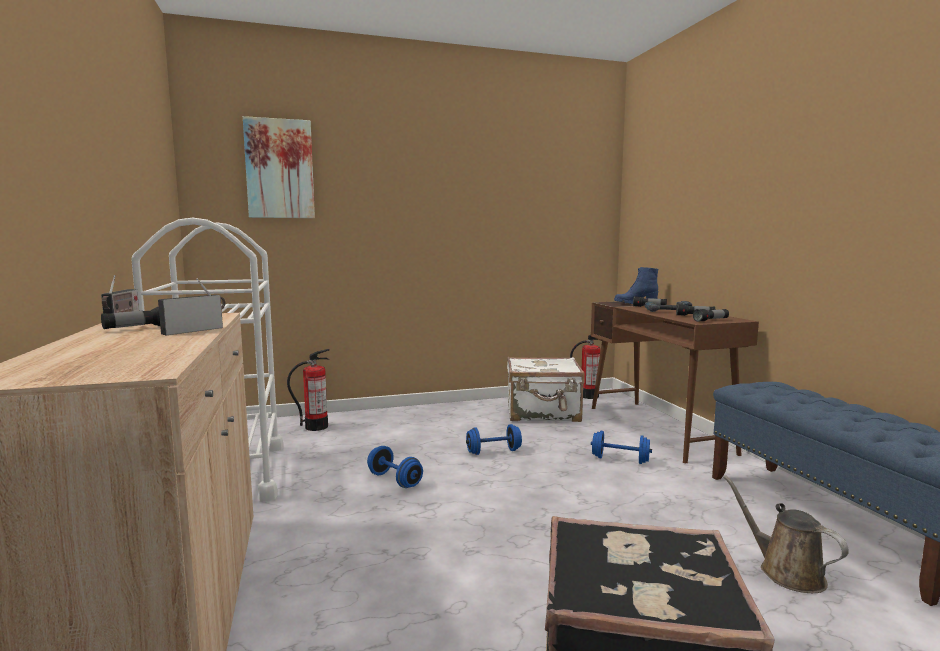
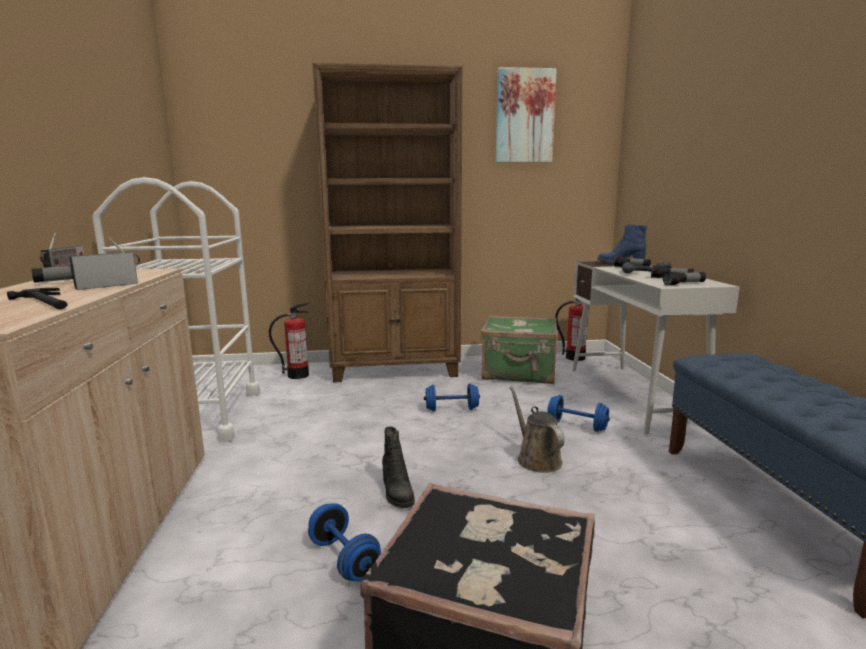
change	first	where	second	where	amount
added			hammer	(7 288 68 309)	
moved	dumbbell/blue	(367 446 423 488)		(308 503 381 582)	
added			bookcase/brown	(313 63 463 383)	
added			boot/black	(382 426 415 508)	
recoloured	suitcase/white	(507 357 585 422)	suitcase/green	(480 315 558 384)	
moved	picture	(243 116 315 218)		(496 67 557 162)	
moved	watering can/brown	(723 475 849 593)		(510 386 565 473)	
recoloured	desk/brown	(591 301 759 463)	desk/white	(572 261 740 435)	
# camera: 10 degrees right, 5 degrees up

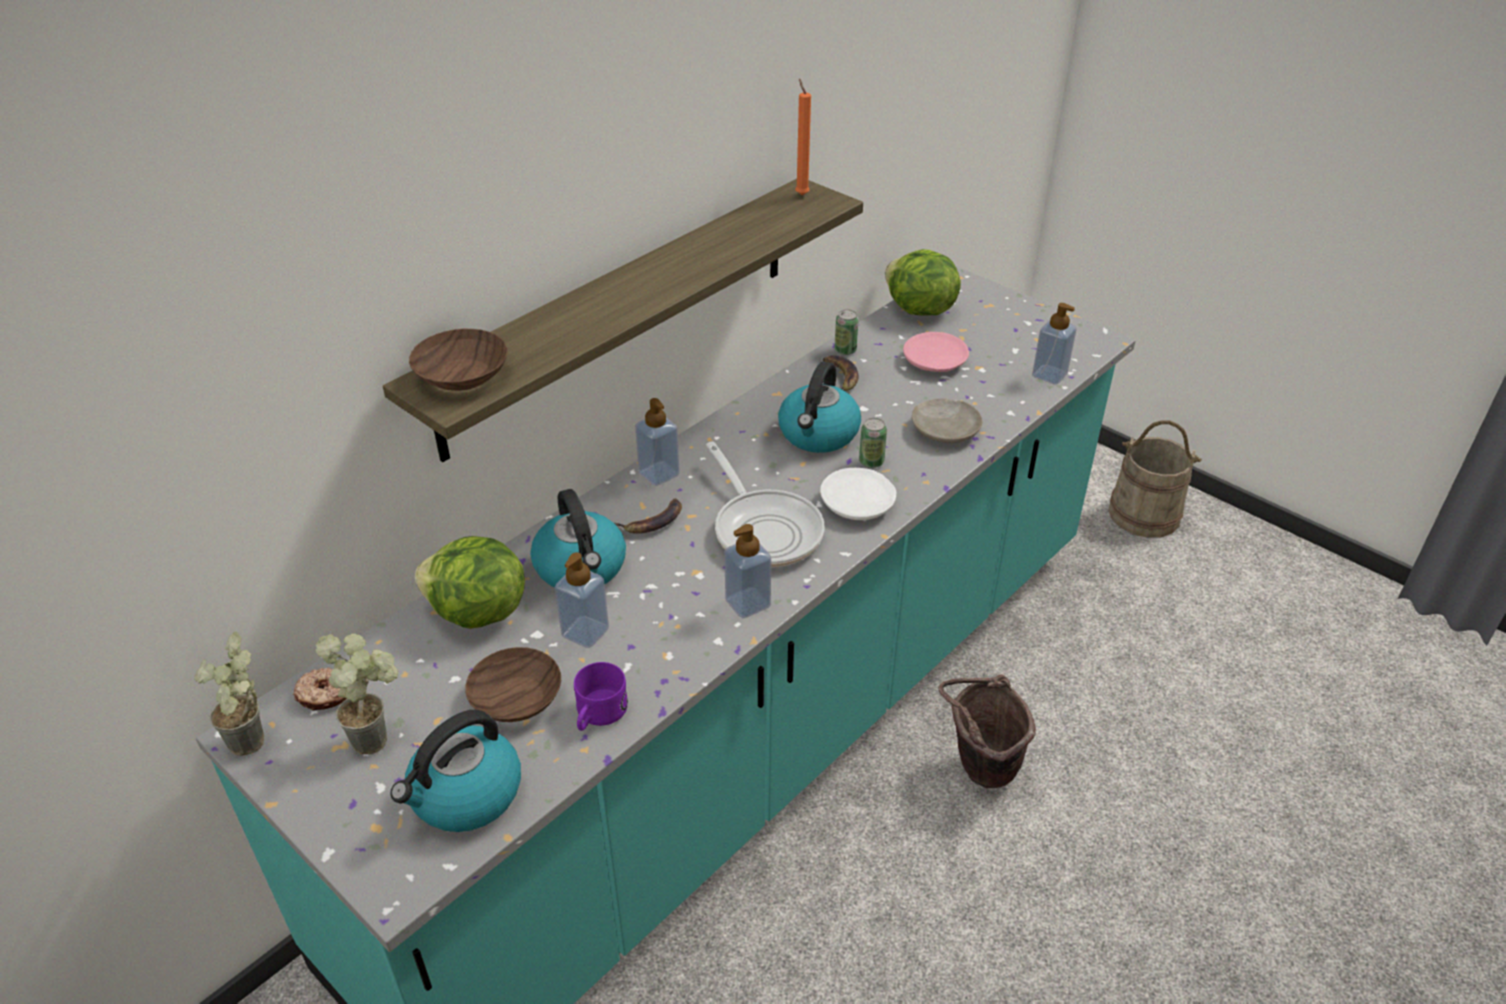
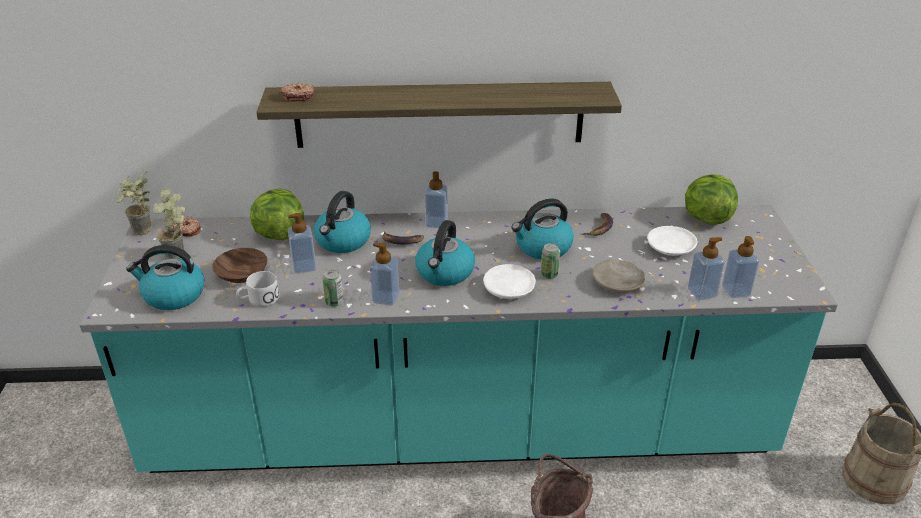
change	first	where	second	where	amount
recoloured	mug/purple	(574 662 628 731)	mug/white	(236 271 279 307)	
replaced	bowl/brown	(409 329 508 391)	donut	(280 82 314 101)	
moved	can	(834 309 859 355)		(323 270 344 307)	
replaced	frying pan	(706 442 825 567)	kettle	(415 220 475 286)	
recoloured	plate/pink	(903 332 969 372)	plate/white	(647 226 697 256)	
added			soap dispenser	(688 237 724 300)	
removed	candle/orange	(795 78 811 195)			
# camera: 45 degrees right, 5 degrees down

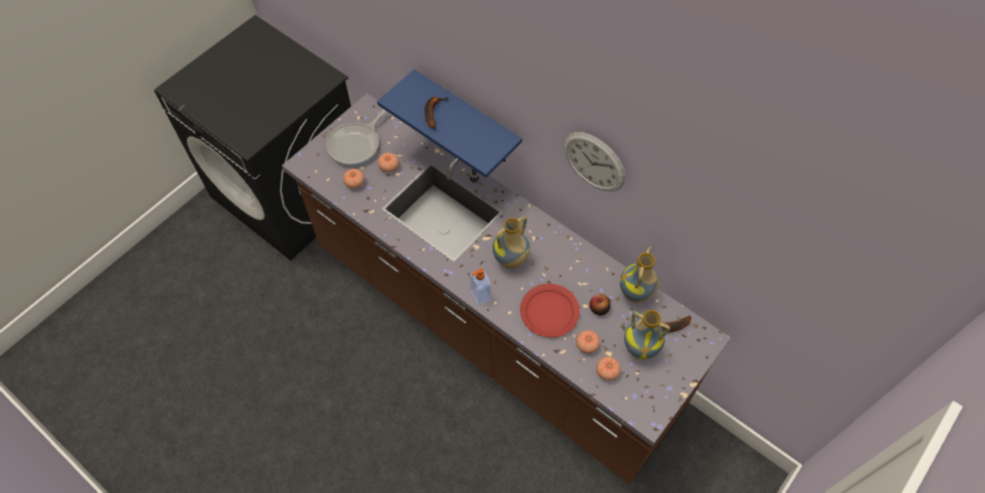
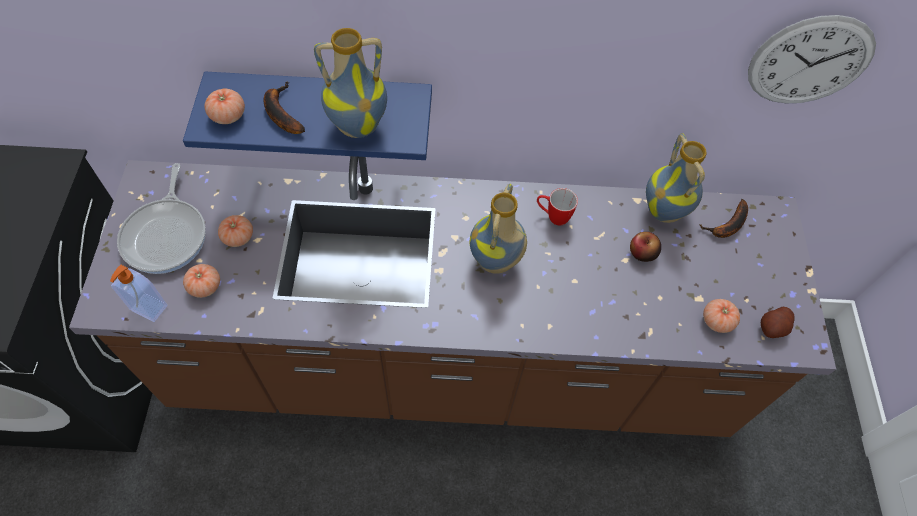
change	first	where	second	where	amount
moved	soap dispenser	(470 268 491 305)		(110 265 167 322)	
moved	tomato	(576 330 600 353)		(205 88 245 124)	
moved	vase	(624 310 670 359)		(314 28 387 138)	
added			mug	(537 188 578 225)	
moved	wall clock	(564 132 625 192)		(748 15 876 103)	
added			potato	(761 307 795 338)	
removed	plate/red	(520 284 580 338)			
# camera: 40 degrees left, 0 degrees up

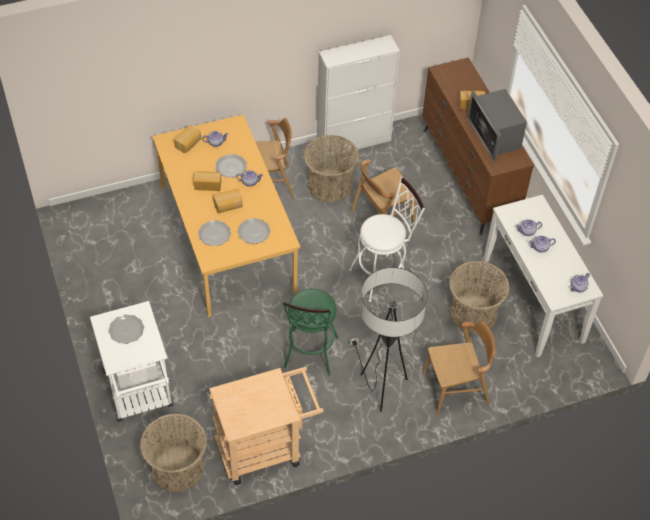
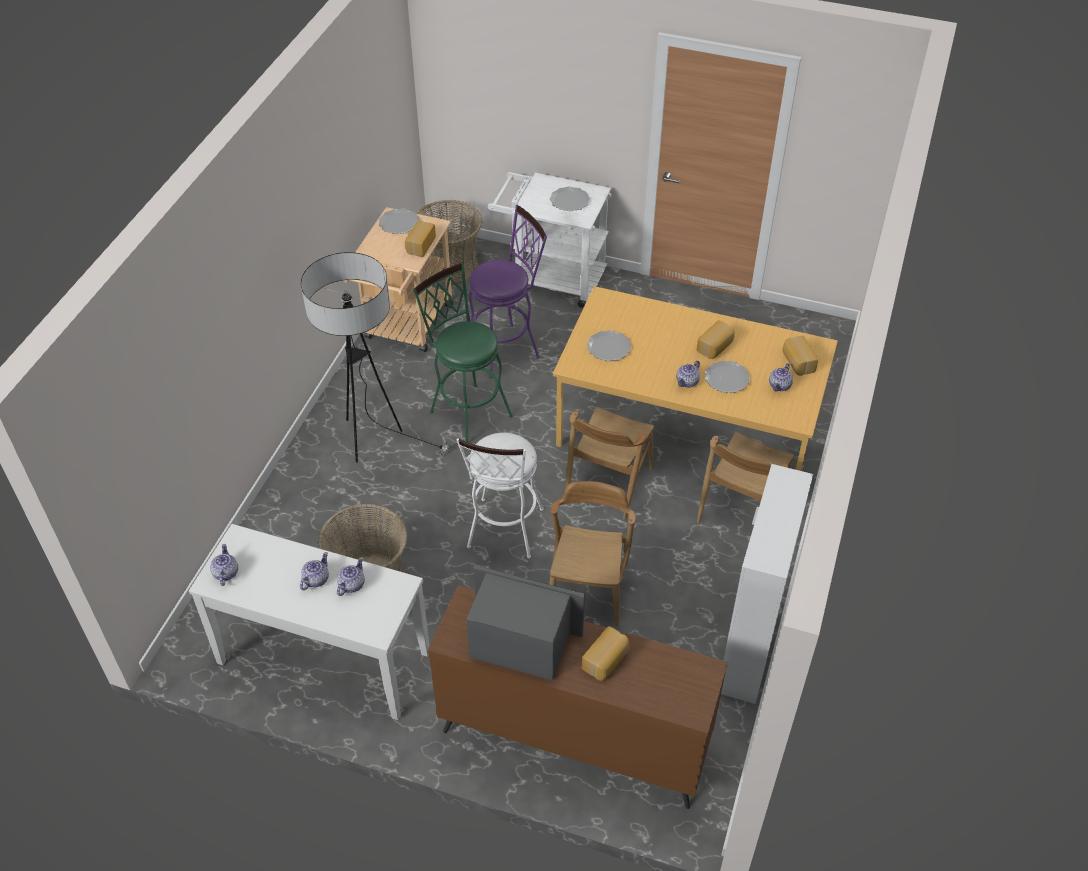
change	first	where	second	where	amount
moved	plate	(198 220 231 246)		(379 209 419 234)	
moved	bread	(213 189 242 213)		(405 221 436 257)	
added			stool/purple	(469 205 547 378)	
moved	chair/brown	(422 321 496 415)		(566 407 654 520)	
removed	basket	(304 135 359 203)			
# camera: 130 degrees right, 5 degrees down

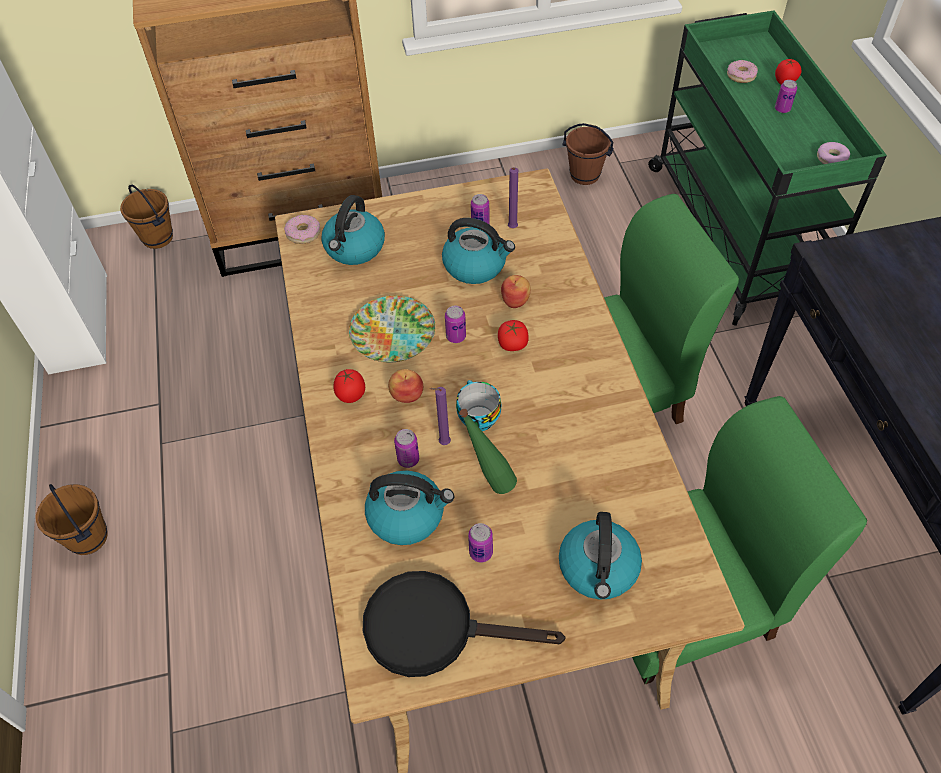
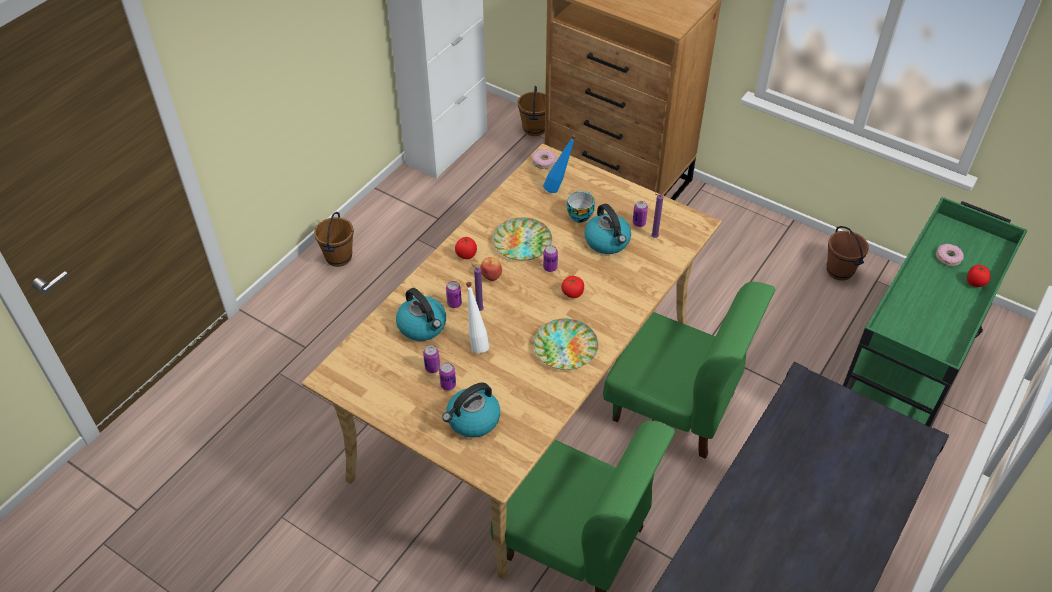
change	first	where	second	where	amount
moved	can	(775 80 797 113)		(439 362 456 391)	
recoloured	bottle/green	(459 409 517 494)	bottle/white	(466 282 489 353)	
added			plate	(533 319 598 370)	
replaced	kettle	(321 195 385 265)	bottle/blue	(543 134 576 193)	
moved	cup	(456 380 502 431)		(567 191 595 223)	
removed	frying pan/black	(363 571 566 677)			
removed	apple	(501 275 531 308)			
removed	donut	(817 142 850 164)			
# camera: 45 degrees right, 5 degrees down

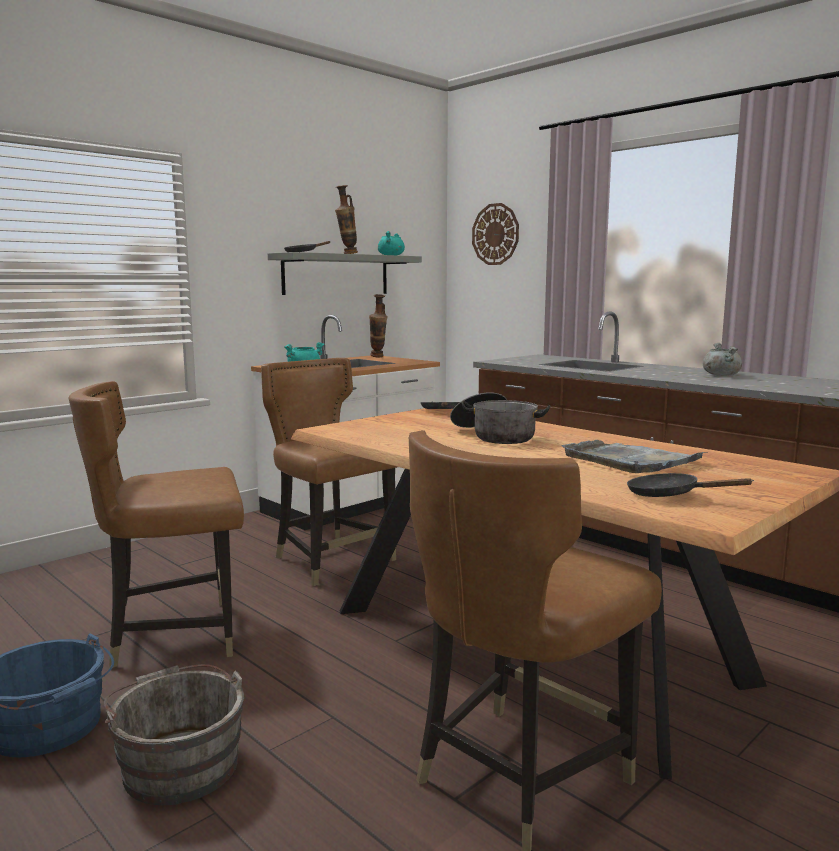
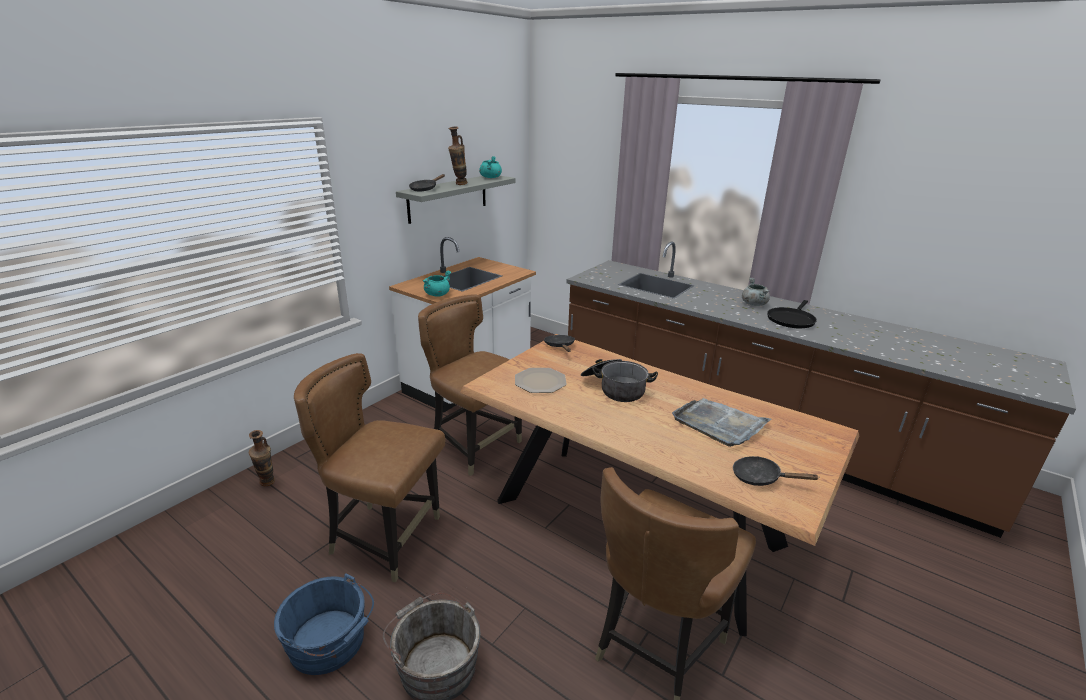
change	first	where	second	where	amount
moved	vase	(369 294 388 357)		(249 430 275 486)	
turned	chair/brown	(69 381 244 668)		(294 353 445 582)	45 degrees clockwise
added			plate	(515 368 567 393)	
added			frying pan/black	(767 300 817 328)	
removed	wall clock	(472 203 519 265)			
# camera: 10 degrees left, 15 degrees up

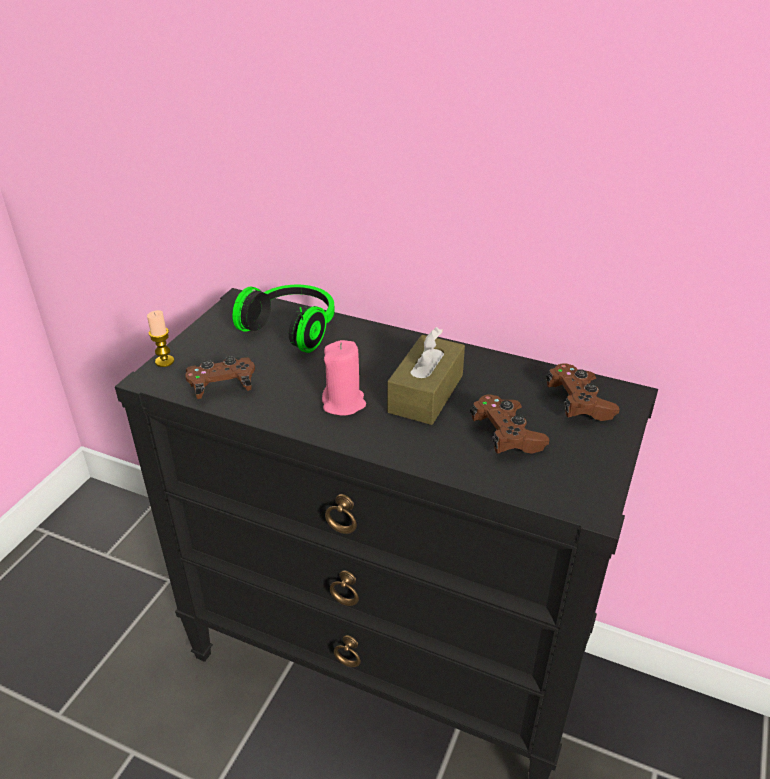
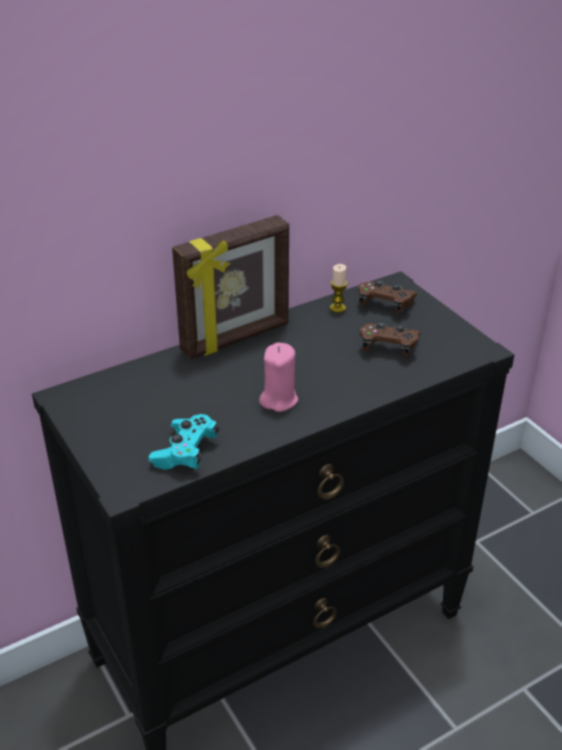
change	first	where	second	where	amount
recoloured	game controller/brown	(185 357 255 399)	game controller/turquoise	(149 414 219 470)	
added			picture frame	(172 215 289 359)	
moved	candle	(147 310 174 367)		(330 264 347 313)	
removed	headphones	(232 285 335 353)			
removed	tissue box/brown	(387 327 465 425)			
# camera: 55 degrees left, 0 degrees up

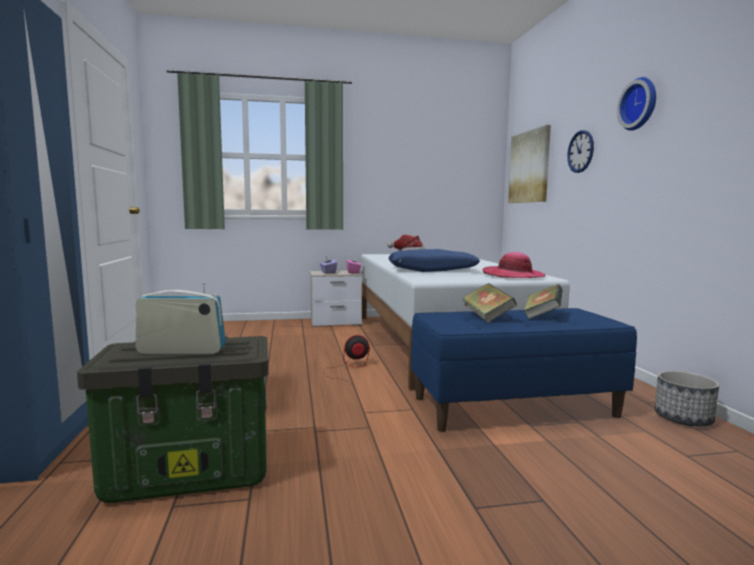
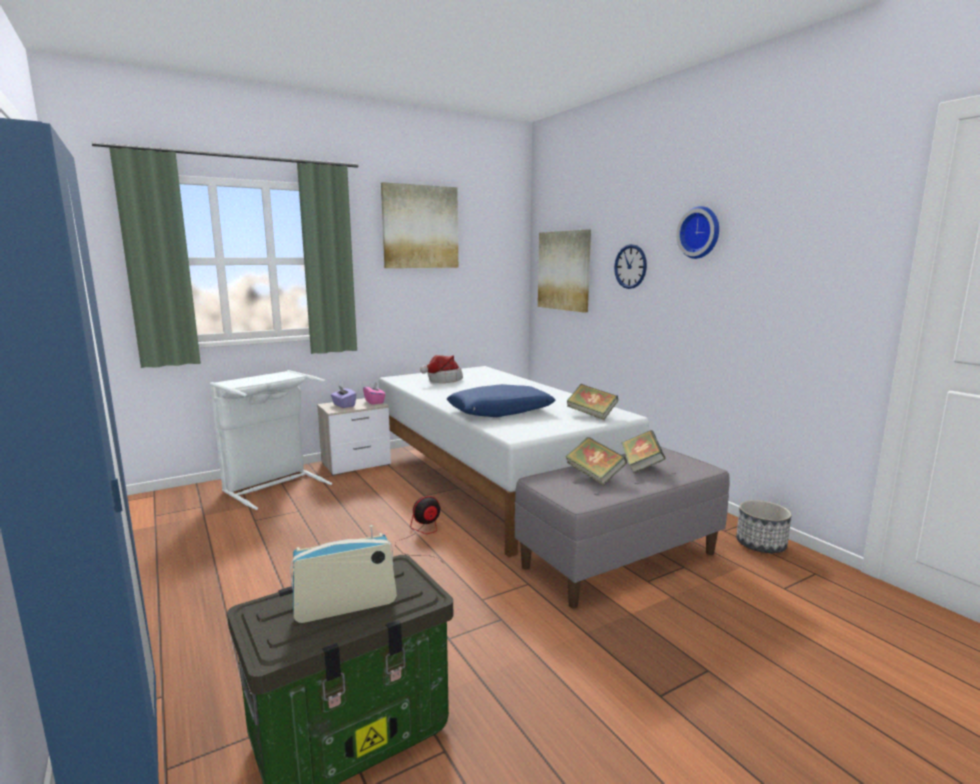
change	first	where	second	where	amount
added			laundry basket/white	(210 370 332 510)	
added			picture	(381 182 458 268)	
recoloured	bench/blue	(411 308 637 432)	bench/grey	(515 446 730 609)	
replaced	hat	(482 252 545 278)	book	(567 384 618 420)	
# camera: 20 degrees left, 5 degrees up

